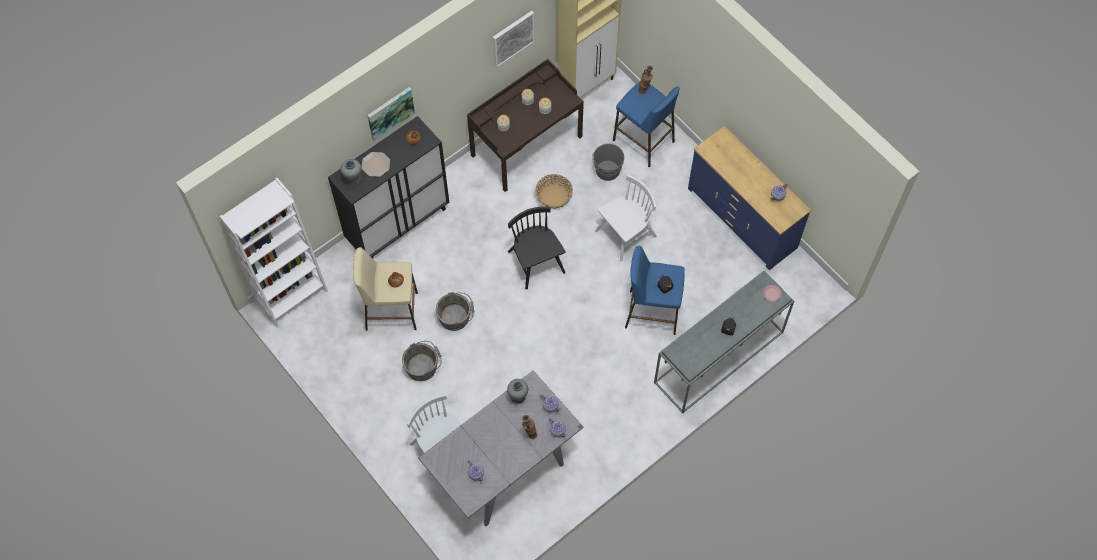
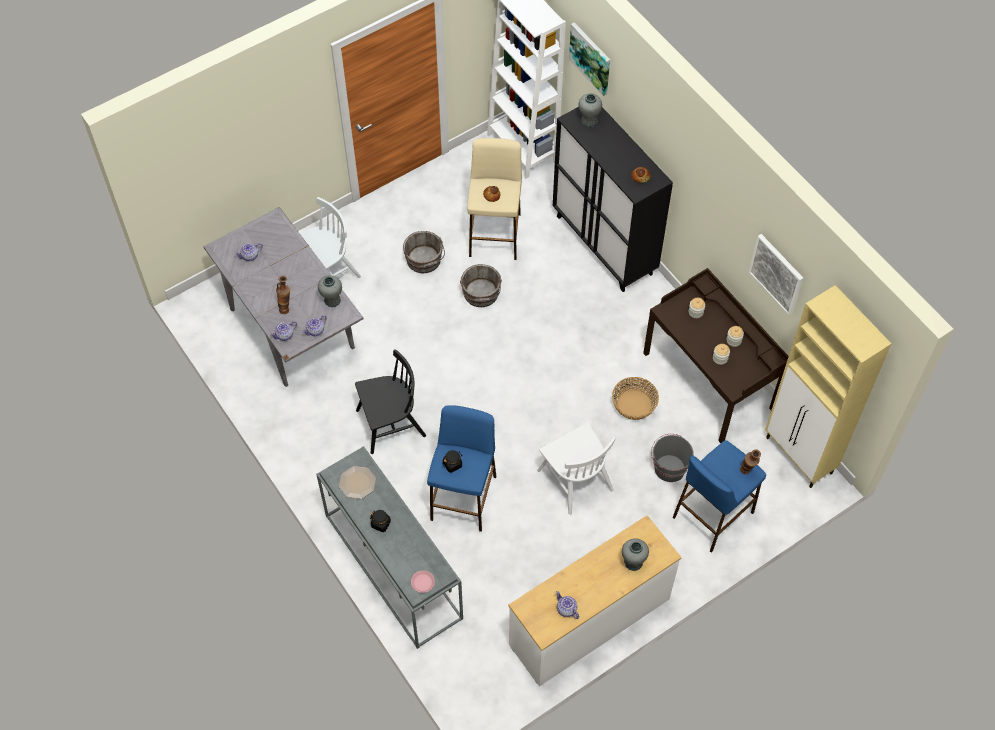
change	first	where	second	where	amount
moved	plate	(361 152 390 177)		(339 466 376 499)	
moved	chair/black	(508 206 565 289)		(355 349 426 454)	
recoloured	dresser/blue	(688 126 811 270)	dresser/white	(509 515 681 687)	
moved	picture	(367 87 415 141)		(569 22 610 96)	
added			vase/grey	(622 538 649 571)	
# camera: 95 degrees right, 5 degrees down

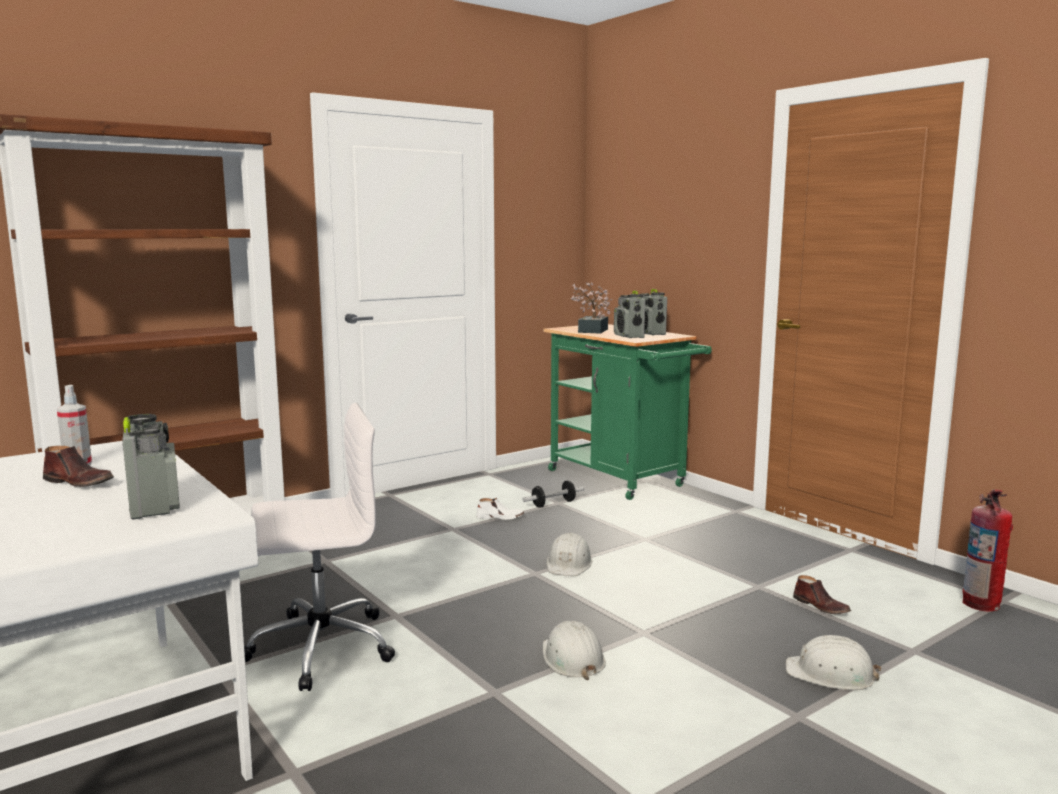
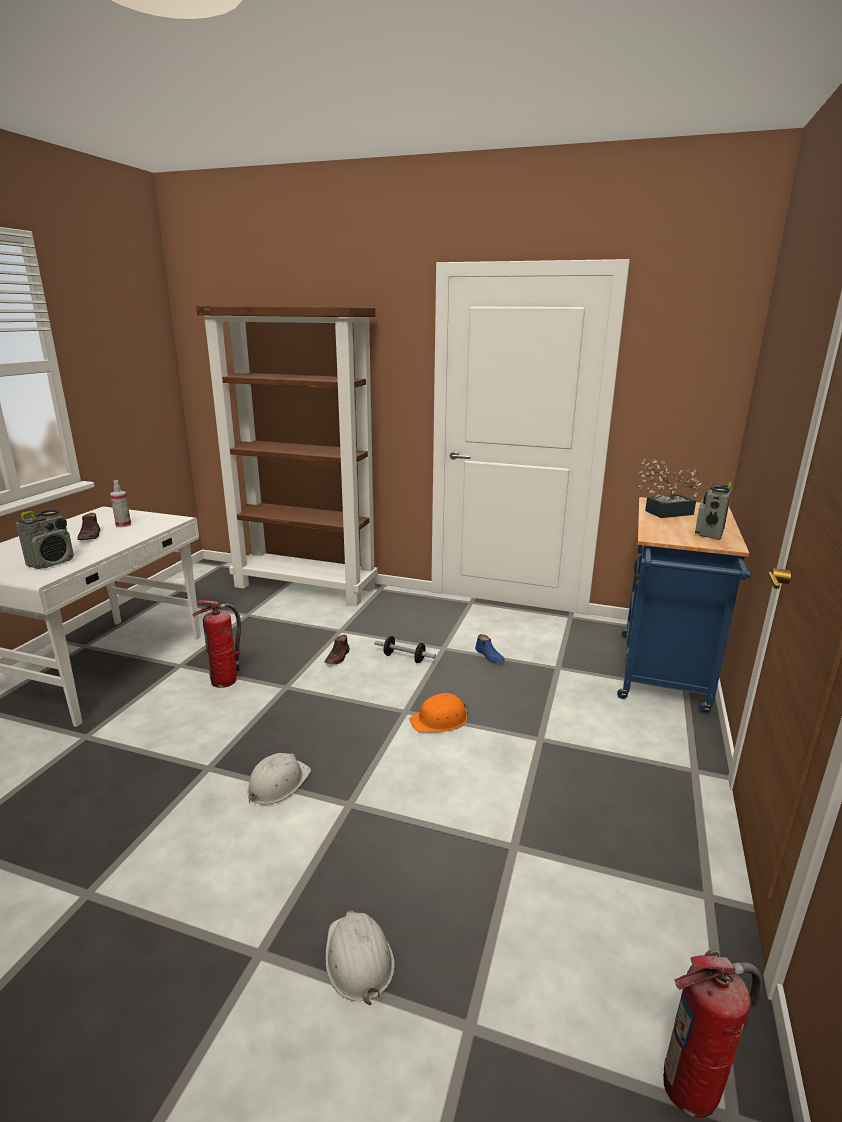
change	first	where	second	where	amount
replaced	office chair/white	(244 403 395 691)	fire extinguisher	(192 600 241 688)	
moved	shoe/brown	(793 575 851 614)		(324 635 350 664)	
moved	dumbbell	(522 481 584 508)		(374 636 436 663)	
recoloured	hard hat/white	(547 533 592 576)	hard hat/orange	(409 693 468 733)	
recoloured	shoe/white	(476 498 524 520)	shoe/blue	(475 634 505 663)	
recoloured	cart/green	(544 324 712 500)	cart/blue	(617 497 751 714)	
removed	radio	(614 290 645 338)			
# camera: 55 degrees right, 10 degrees up

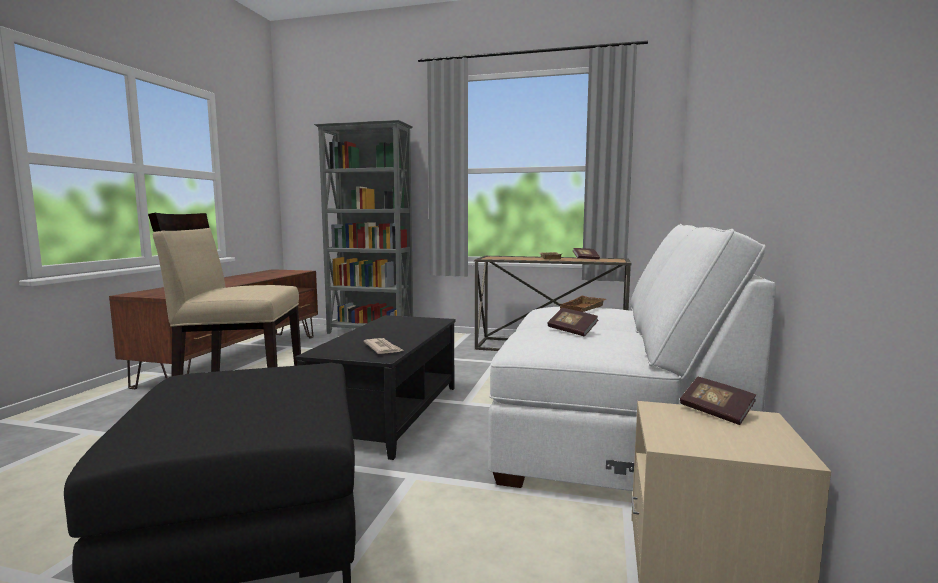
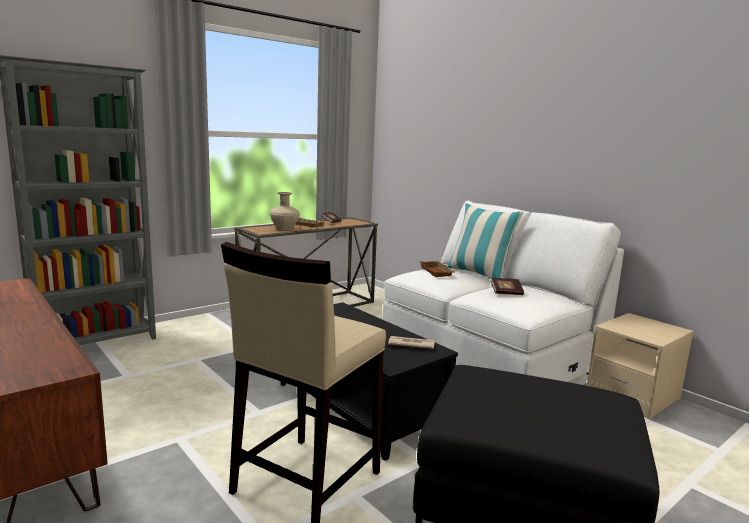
change	first	where	second	where	amount
added			vase/beige	(270 192 300 230)	
added			pillow	(447 203 523 279)	
removed	book	(680 377 756 425)			
# camera: 55 degrees left, 5 degrees up

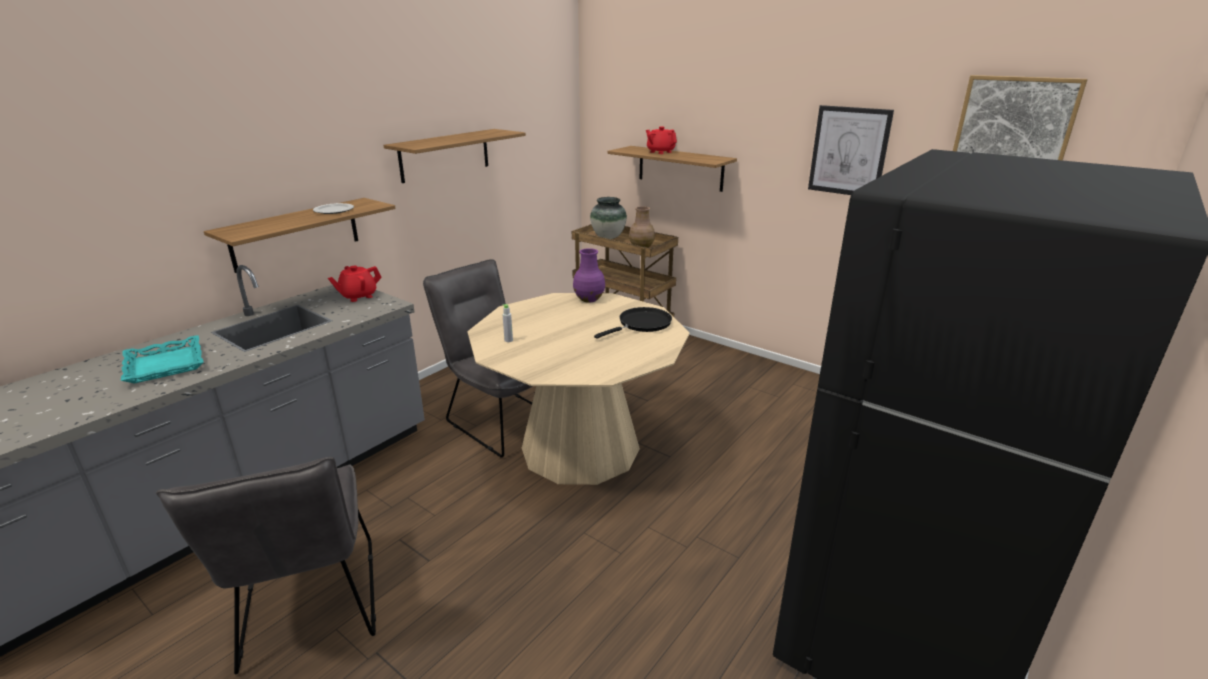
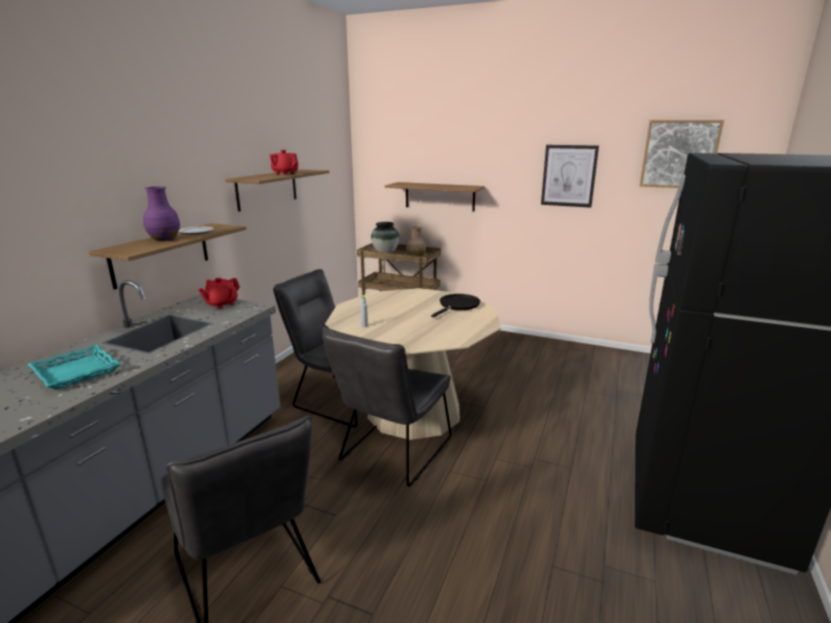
change	first	where	second	where	amount
moved	vase/purple	(573 248 605 302)		(143 186 180 241)	
moved	teapot/red	(646 126 677 154)		(269 150 298 175)	
added			chair/grey	(322 327 451 487)	
# camera: 15 degrees left, 5 degrees down

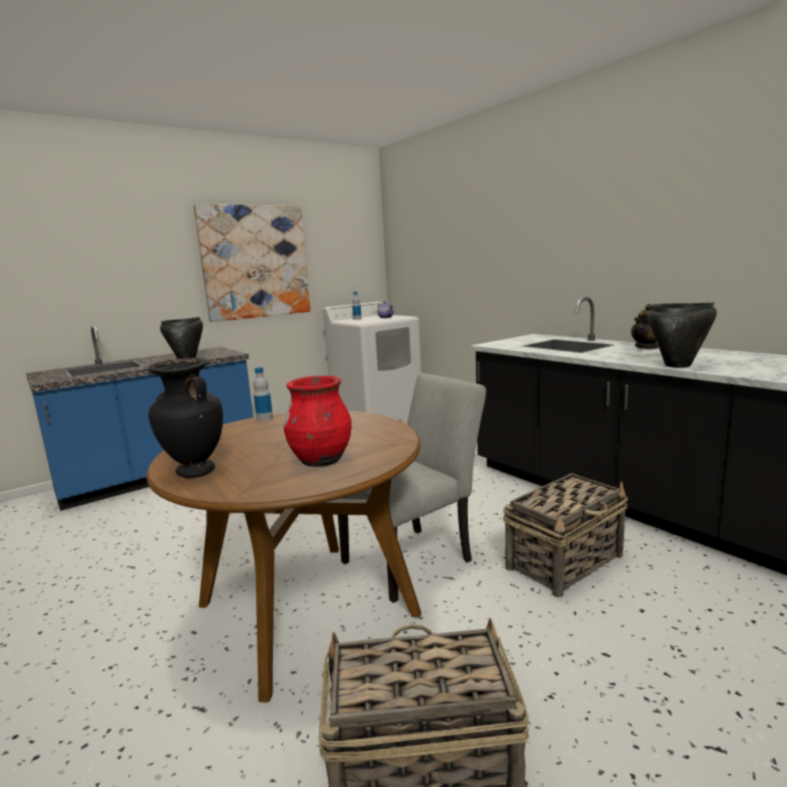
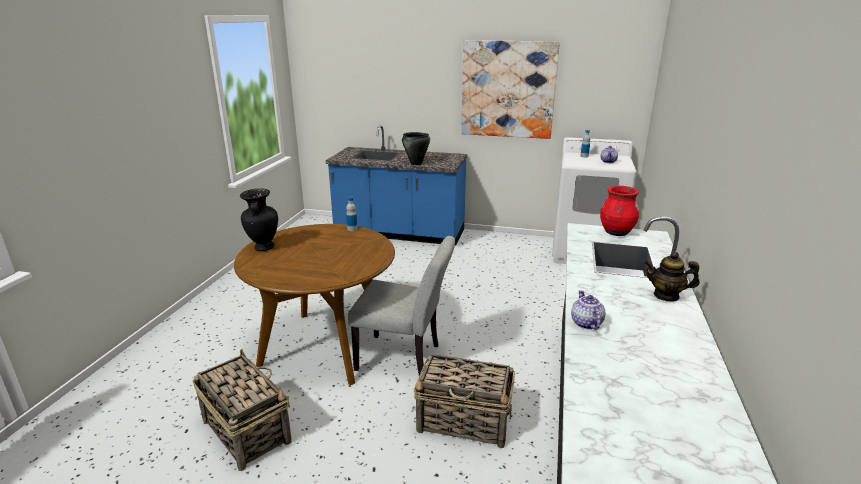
change	first	where	second	where	amount
replaced	cooking pot/black	(648 302 717 368)	teapot	(571 290 605 330)	
moved	vase/red	(283 376 352 467)		(600 186 639 236)	
# camera: 50 degrees right, 10 degrees up

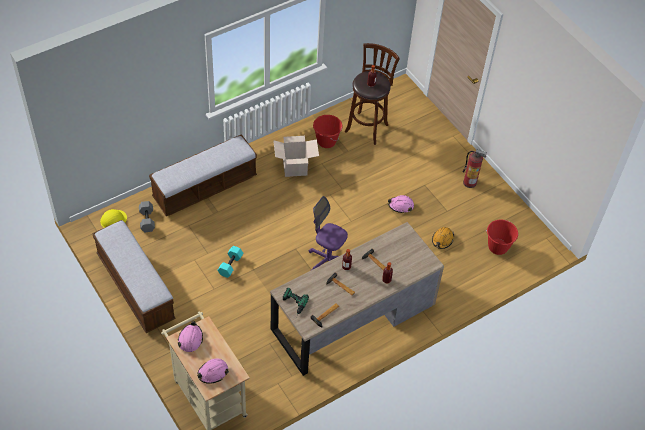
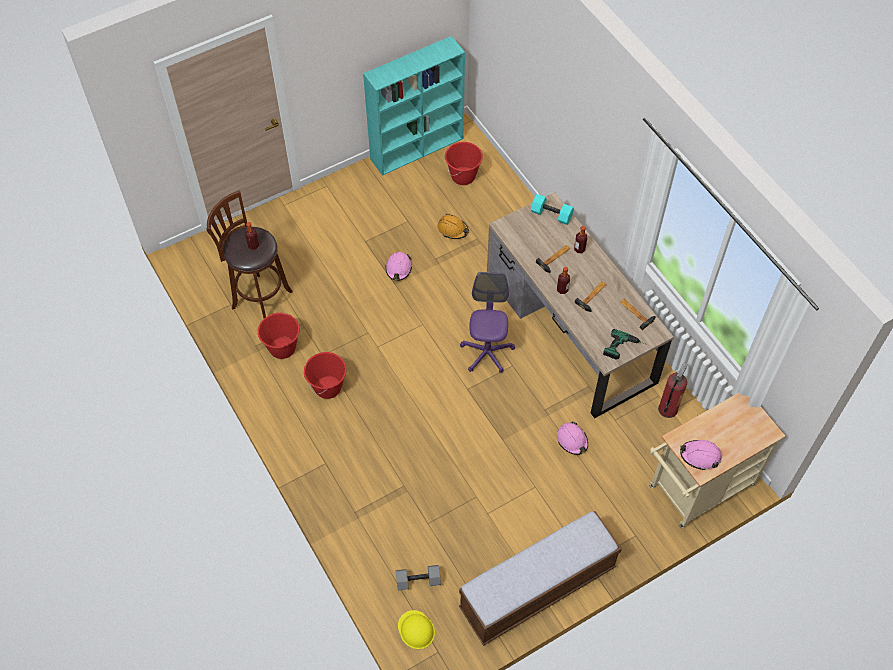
change	first	where	second	where	amount
replaced	cardboard box	(273 136 319 177)	bucket/red	(304 352 347 399)	
added			bookcase/turquoise	(363 36 465 176)	
turned	office chair/purple	(309 196 348 270)		(460 272 515 373)	150 degrees clockwise
moved	dumbbell/turquoise	(217 246 243 278)		(531 194 574 225)	
moved	hard hat/pink	(197 358 229 384)		(557 421 588 455)	
moved	fire extinguisher	(463 149 487 188)		(658 363 688 418)	
removed	bench	(149 134 257 216)			
# camera: 85 degrees left, 5 degrees up

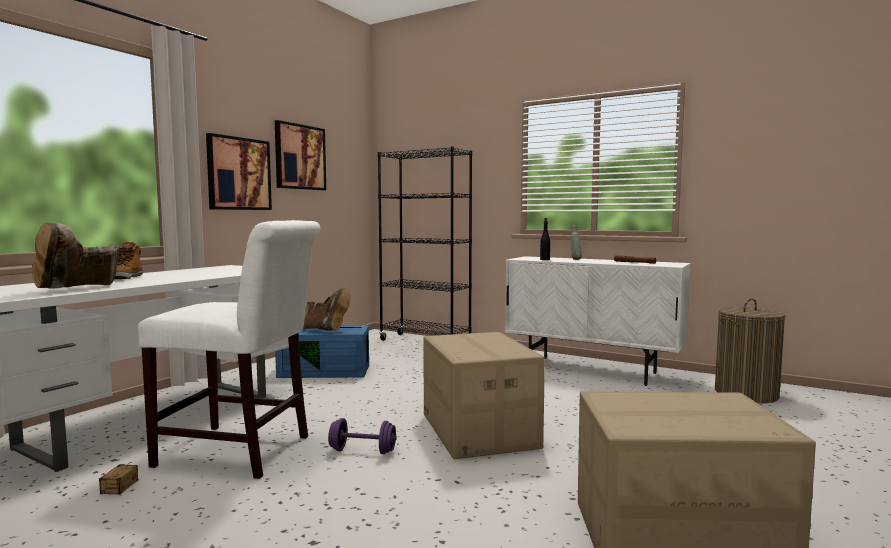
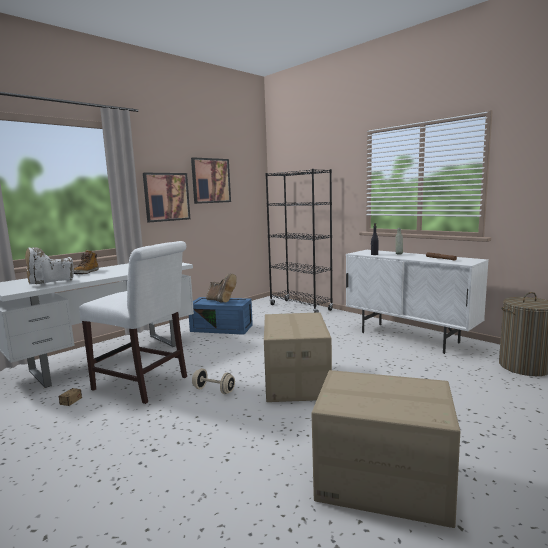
change	first	where	second	where	amount
recoloured	boot/brown	(32 223 118 289)	boot/white	(25 247 74 284)	
recoloured	dumbbell/purple	(328 418 397 454)	dumbbell/beige	(192 368 235 394)	
# camera: 15 degrees right, 5 degrees up

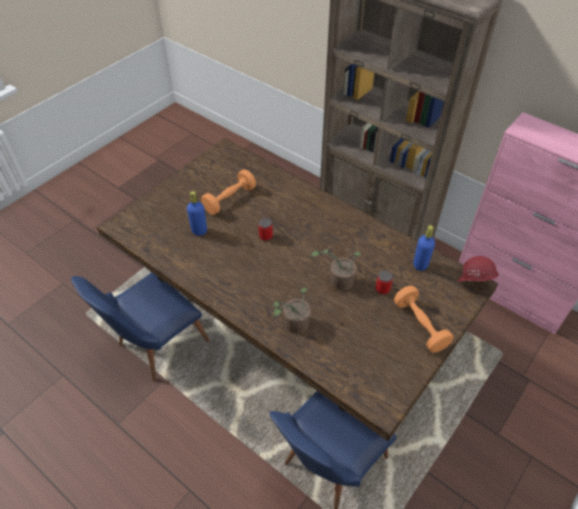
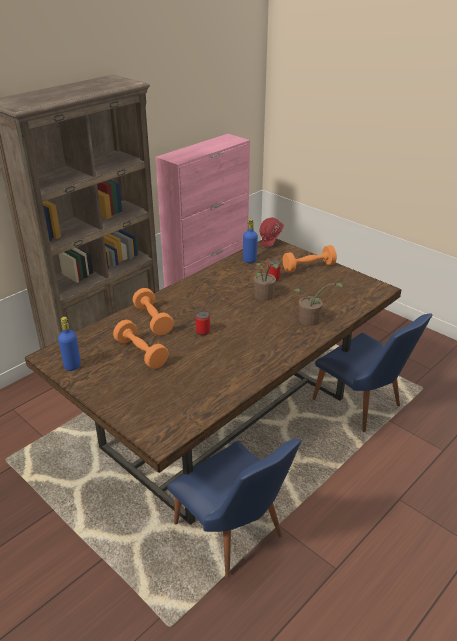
change	first	where	second	where	amount
moved	bottle/blue	(187 191 207 236)		(58 317 81 371)	
added			dumbbell/orange	(133 288 174 336)	
# camera: 85 degrees left, 15 degrees down

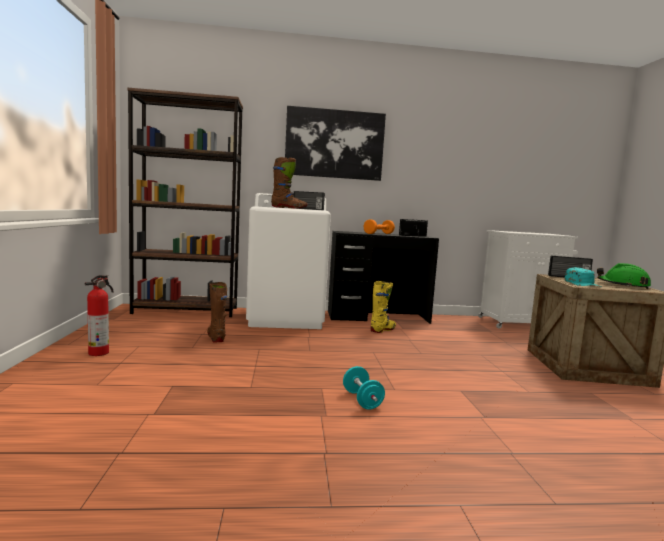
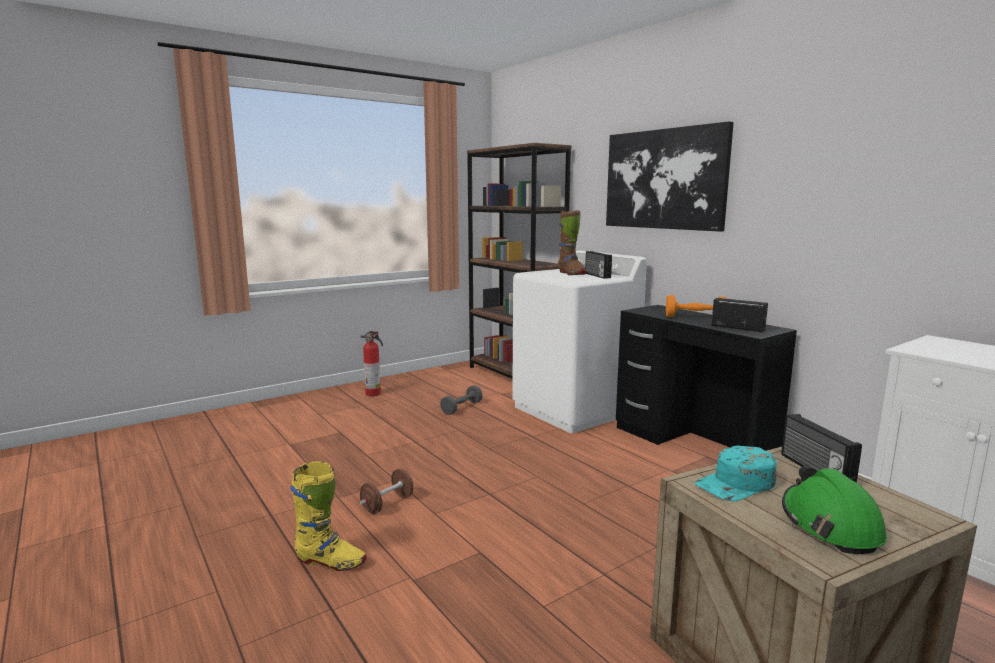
change	first	where	second	where	amount
moved	boot/yellow	(371 281 396 333)		(290 461 367 571)	
recoloured	dumbbell/turquoise	(343 366 385 409)	dumbbell/brown	(360 469 413 514)	
replaced	boot/brown	(207 282 227 342)	dumbbell/grey	(440 385 483 415)	
# camera: 60 degrees right, 5 degrees up

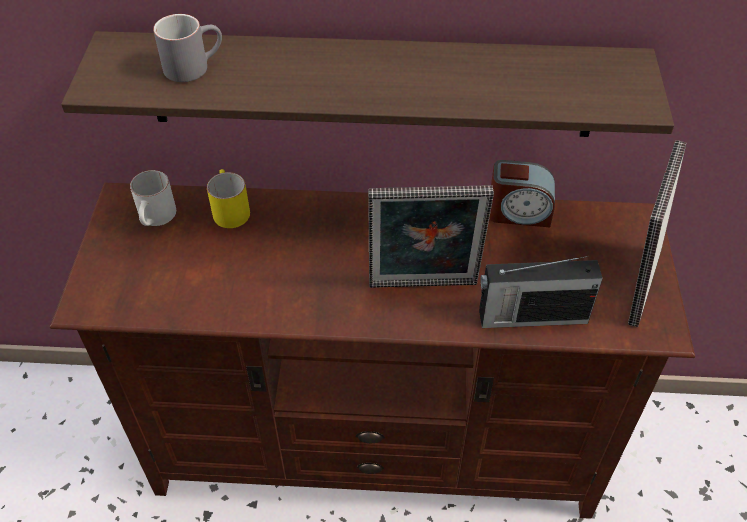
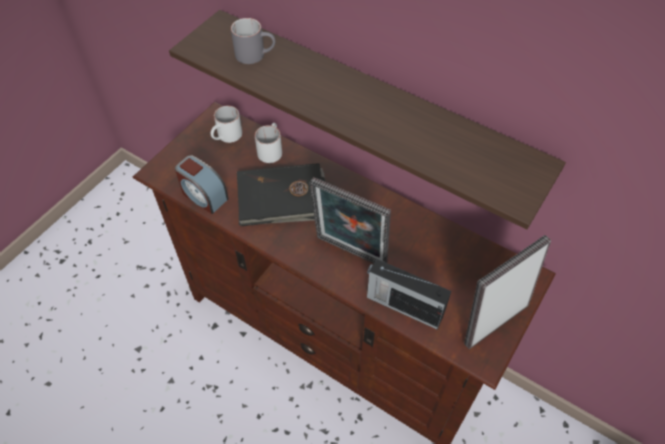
change	first	where	second	where	amount
moved	alarm clock	(489 160 555 227)		(175 155 228 214)	
added			book/black	(237 163 325 226)	
recoloured	mug/yellow	(207 169 250 228)	mug/white	(255 123 282 163)	
# camera: 30 degrees right, 5 degrees up

